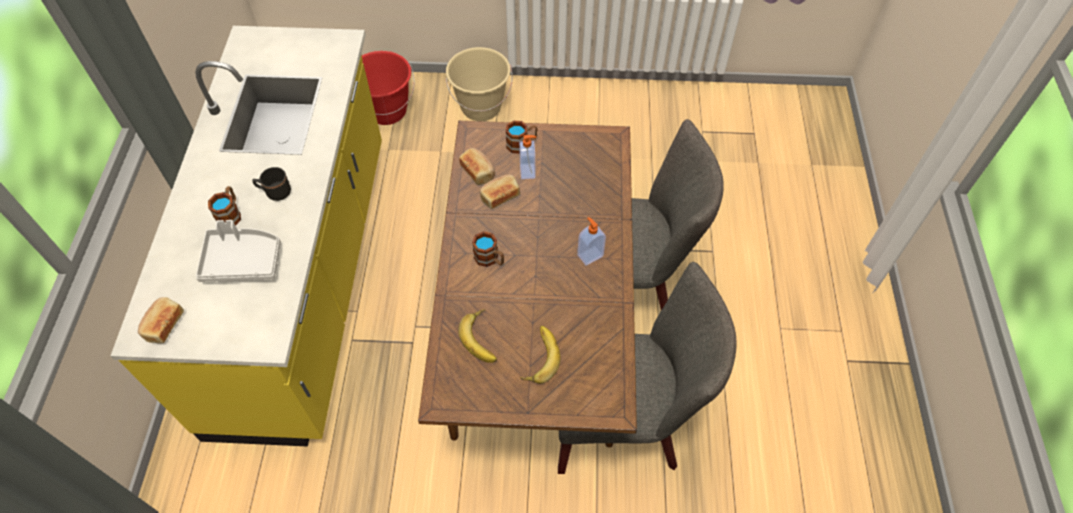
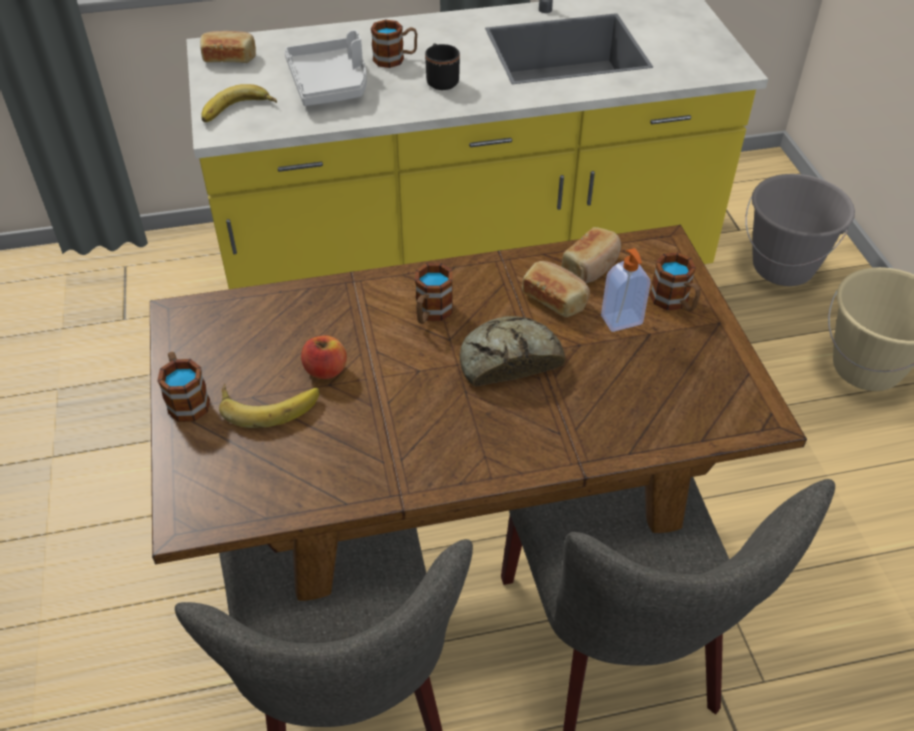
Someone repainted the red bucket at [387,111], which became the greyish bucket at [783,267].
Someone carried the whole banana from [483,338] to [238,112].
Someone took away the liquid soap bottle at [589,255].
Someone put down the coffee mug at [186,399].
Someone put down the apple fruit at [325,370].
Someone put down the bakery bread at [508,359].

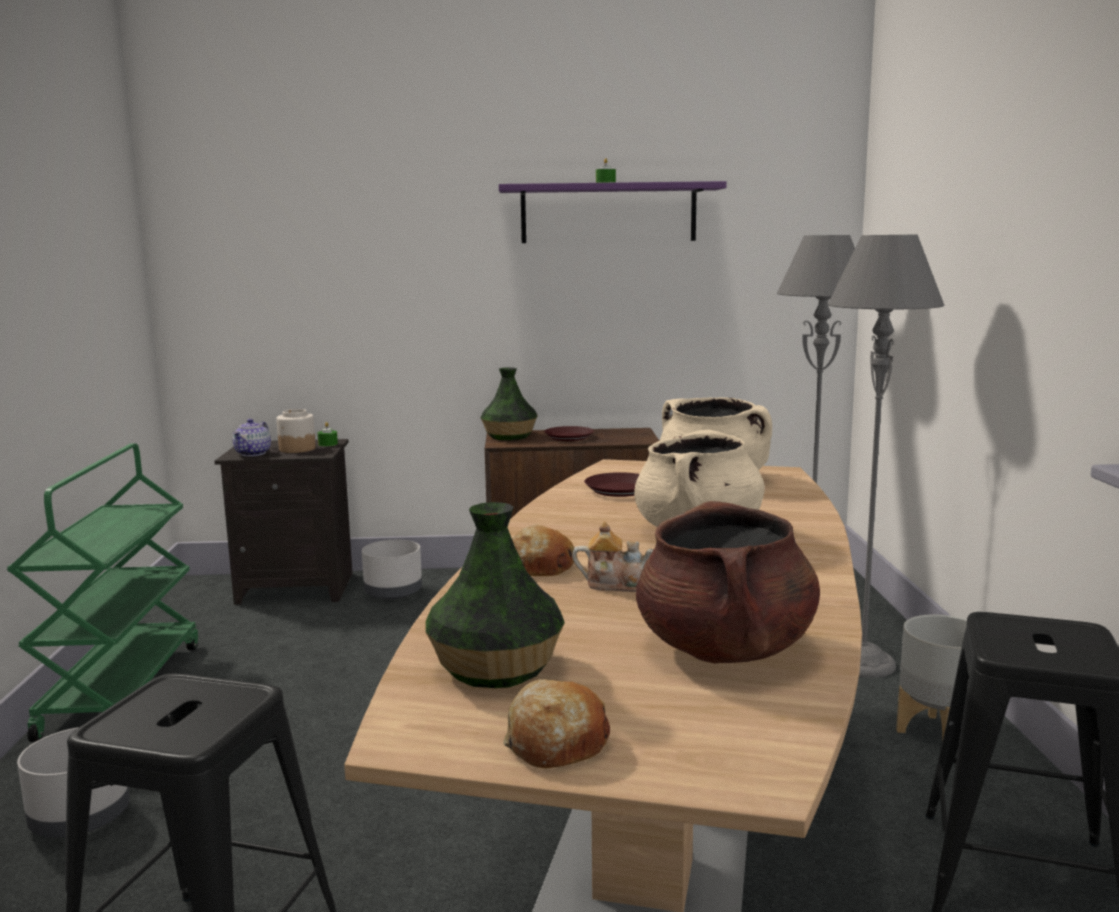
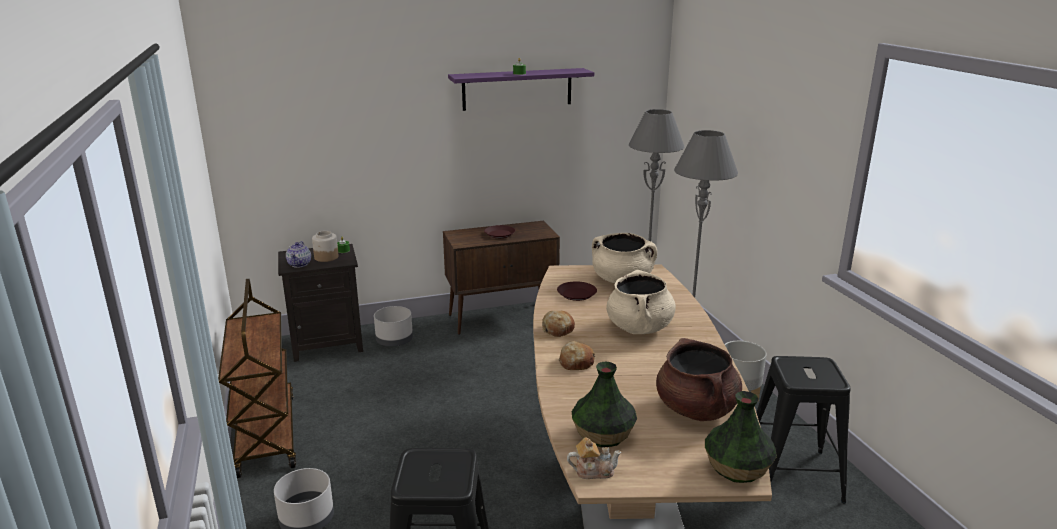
Someone repainted the greenish trolley at [121,689], which became the brown-coloured trolley at [265,433].
Someone carried the flower vase from [509,436] to [737,468].
Someone carried the bakery bread from [556,742] to [558,329].
Someone carried the teapot from [615,584] to [593,471].

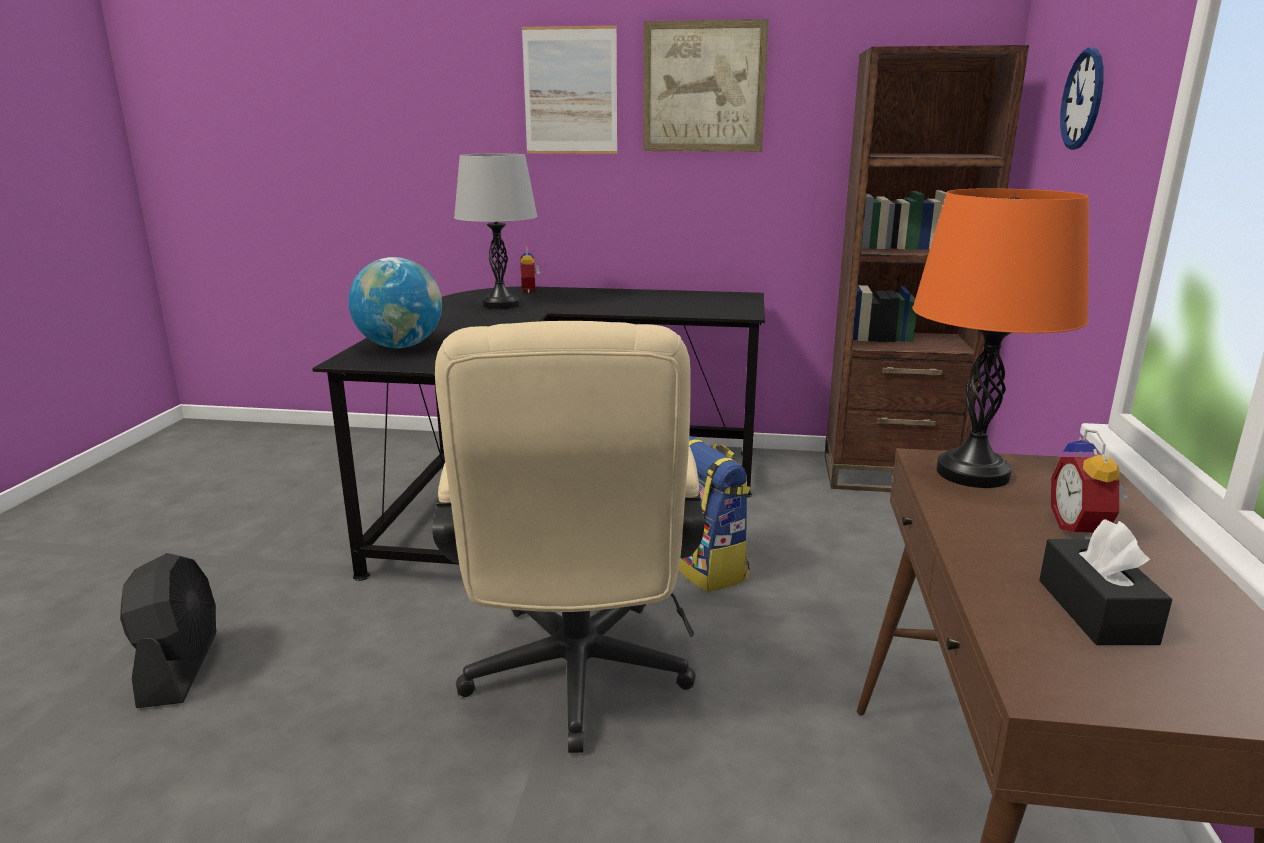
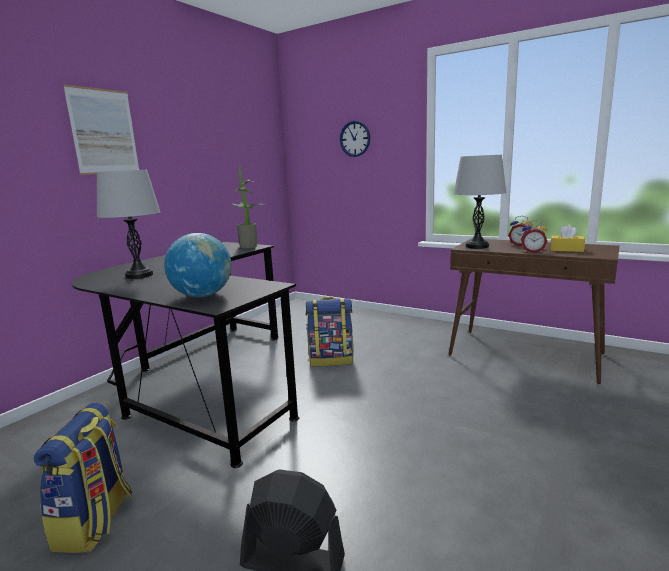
Someone took away the beige desk chair at [575,683].
Someone carried the alarm clock from [531,291] to [532,251].
Someone took away the wall picture at [704,87].
Someone took away the brown-coloured shelving unit at [889,475].
Someone repainted the orange lamp for a table at [972,473], which became the greyish lamp for a table at [477,246].
Someone repainted the black-coloured tissue box at [1095,611], which became the yellow tissue box at [566,249].
Someone put down the knapsack at [95,522].
Someone put down the potted plant at [251,246].

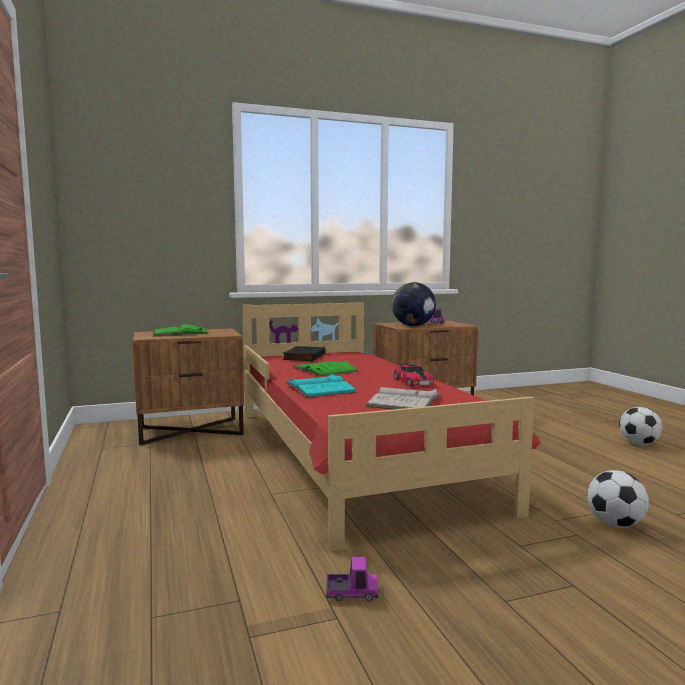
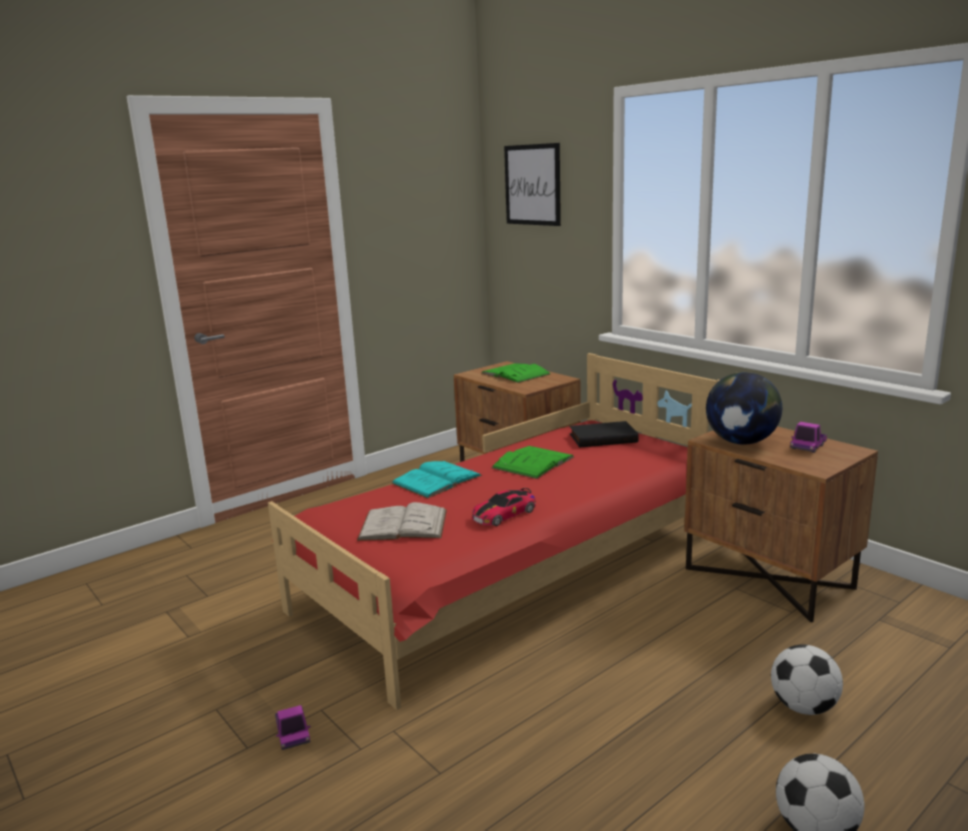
Someone carried the toy truck from [351,593] to [293,733].
Someone carried the ball for football from [615,524] to [803,707].
Someone put up the wall picture at [532,185].

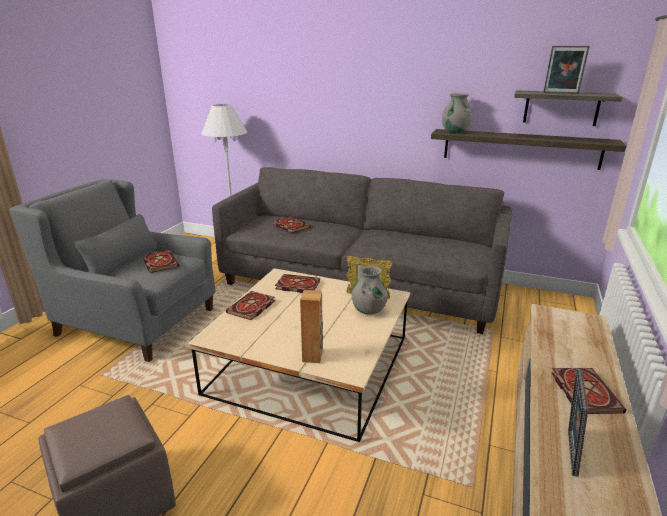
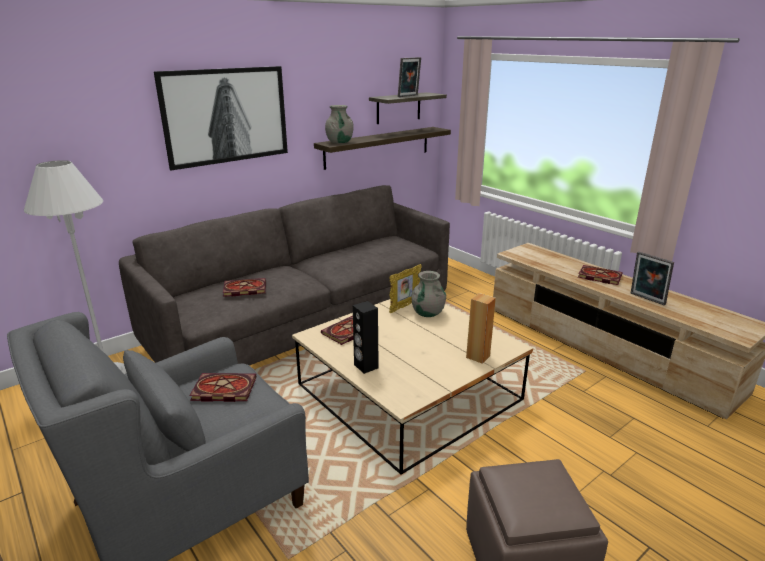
Someone swapped the book at [251,308] for the black-coloured loudspeaker at [365,366].
Someone put up the wall picture at [226,116].

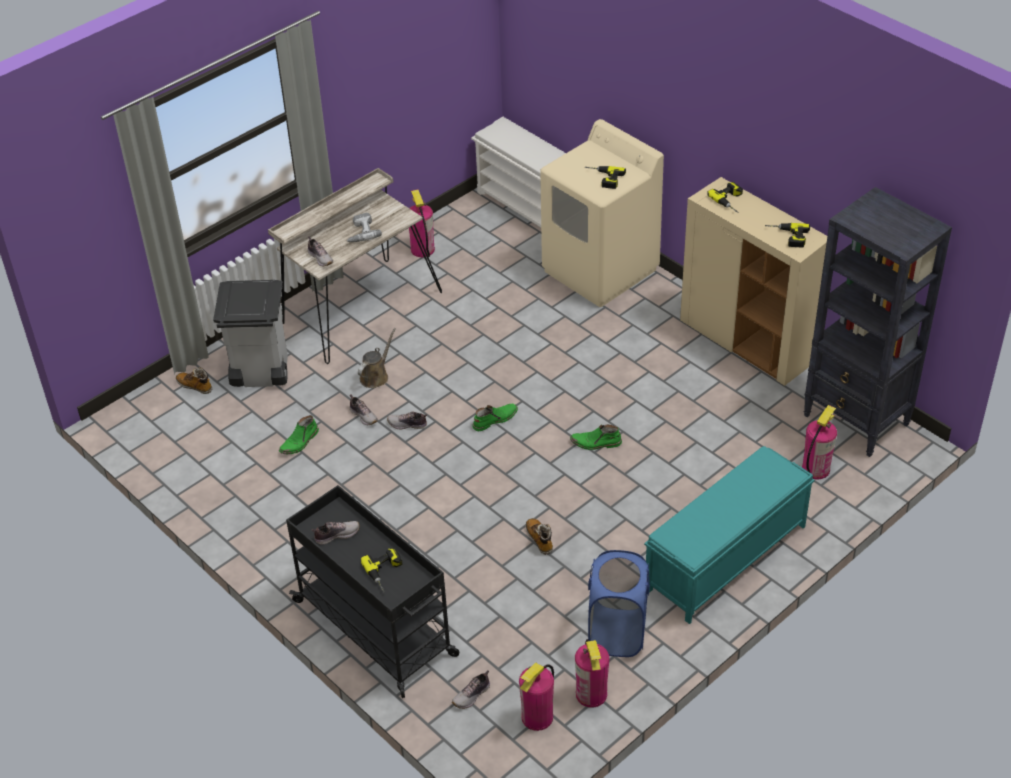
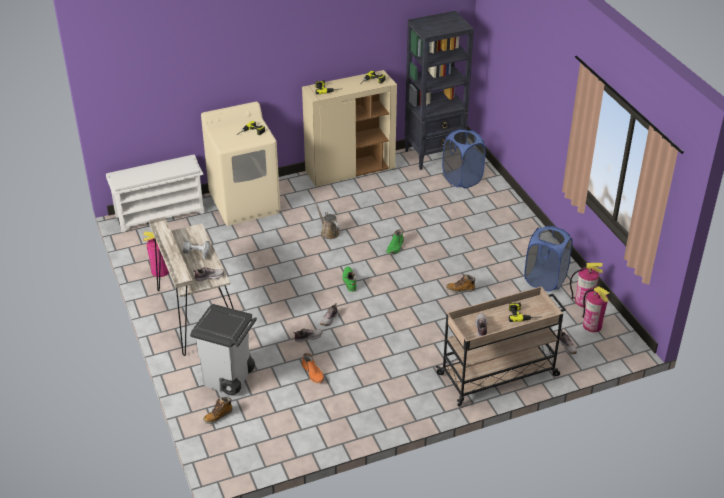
Someone repainted the greenish tall boot at [299,442], which became the orange tall boot at [313,373].
Someone repainted the black-coloured trolley at [376,629], which became the beige trolley at [499,374].
Someone carried the brown-coloured watering pot from [376,376] to [328,232].
Someone took away the turquoise-coloured bench at [725,558].
Someone swapped the extinguisher at [815,469] for the bluish laundry basket at [462,179].

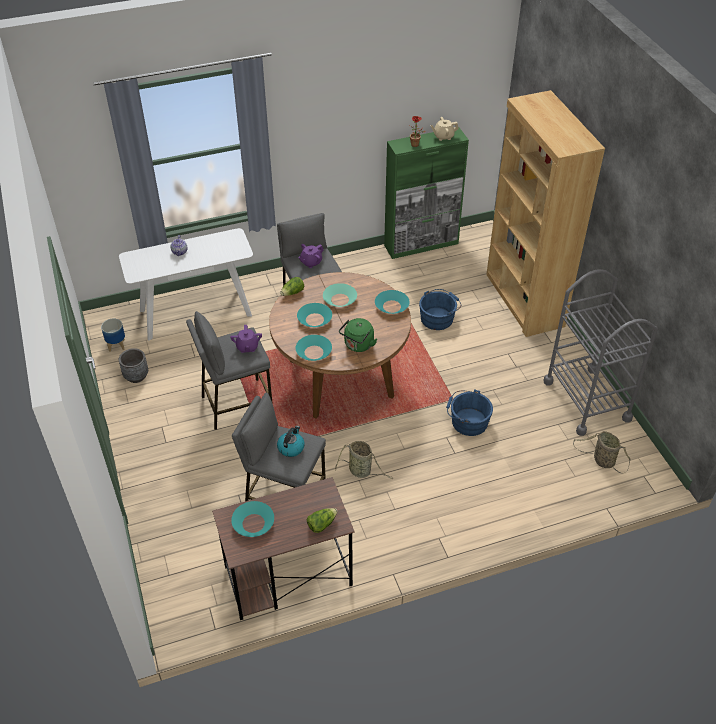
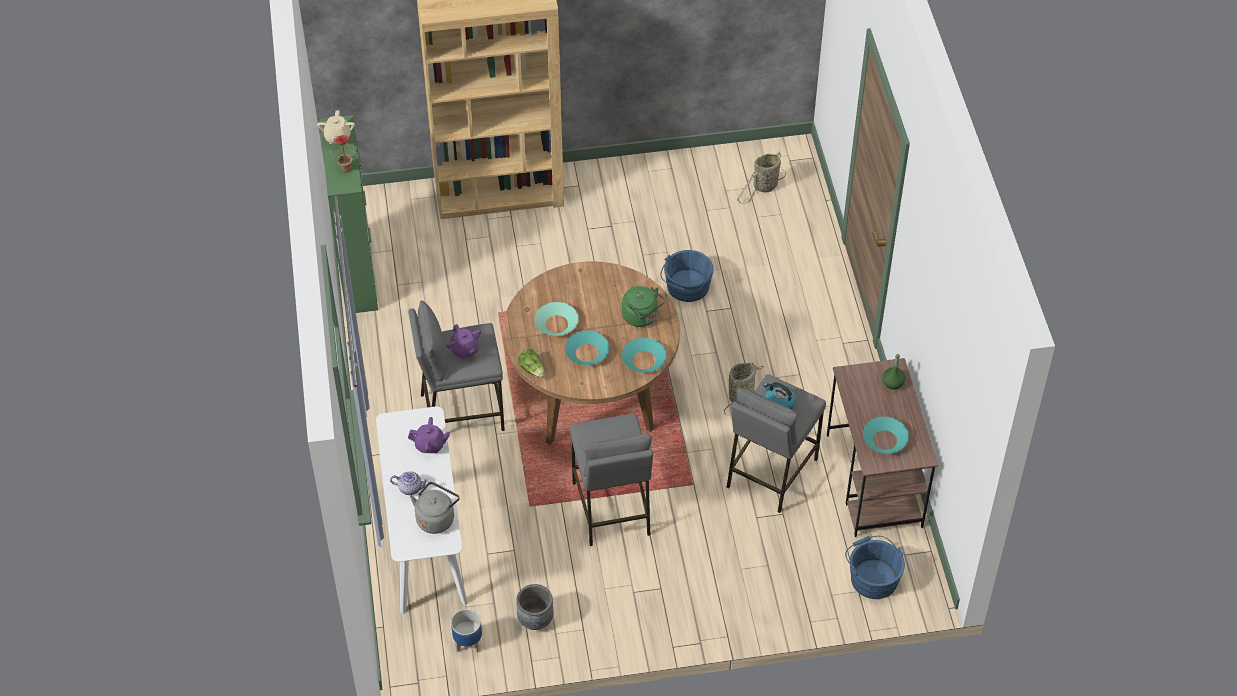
Someone carried the purple-coloured teapot from [247,347] to [430,445].
Someone swapped the head of lettuce at [321,524] for the greenish drink bottle at [893,383].
Someone took away the turquoise-coloured serving bowl at [391,306].
Someone carried the bluish bucket from [438,318] to [872,576].
Someone took away the greyish trolley at [586,400].
Someone put down the greyish water kettle at [436,518].

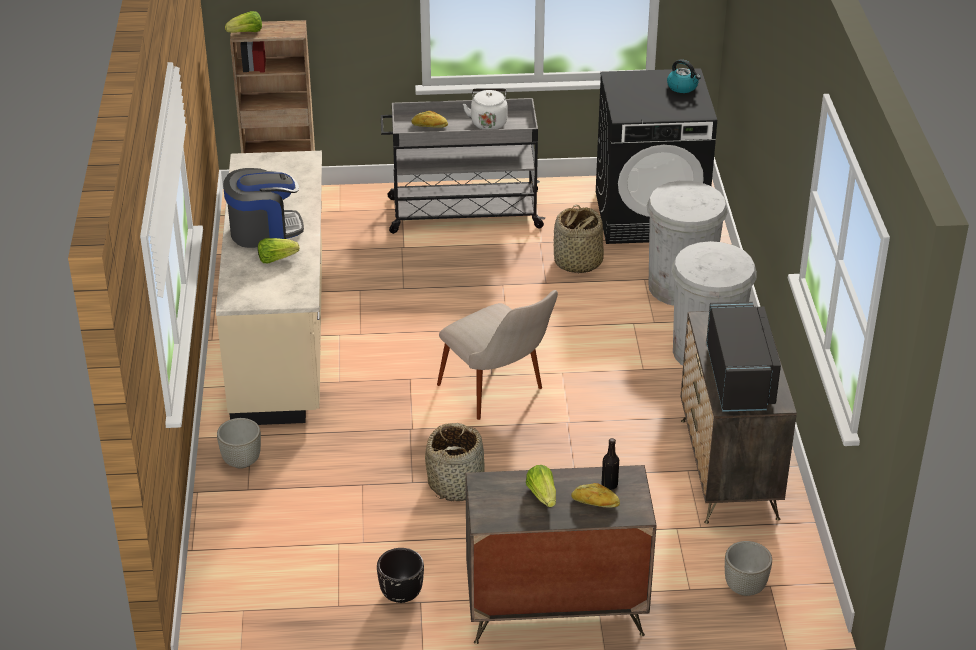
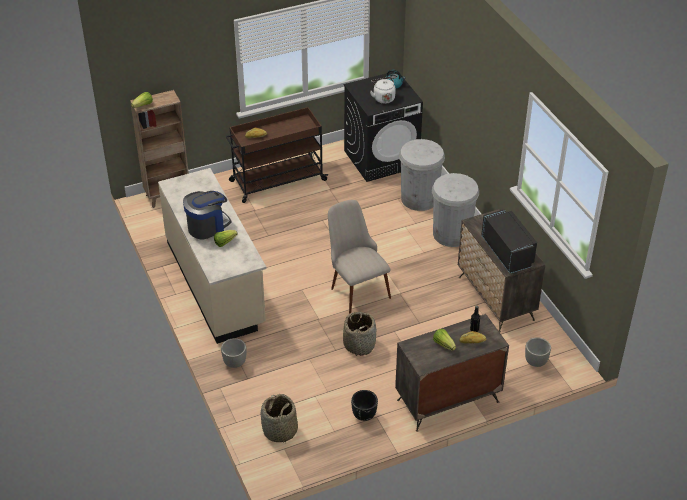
Someone repainted the greyish trolley at [462,213], which became the brown-coloured trolley at [277,181].
Someone rotated the beige chair at [500,395] by 150 degrees counterclockwise.
Someone carried the white-coloured water kettle from [488,122] to [383,98].
Someone carried the storage basket from [577,262] to [280,431].

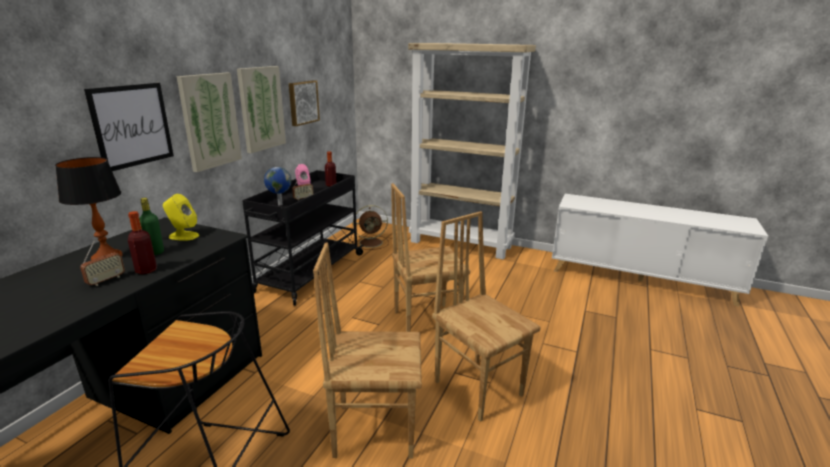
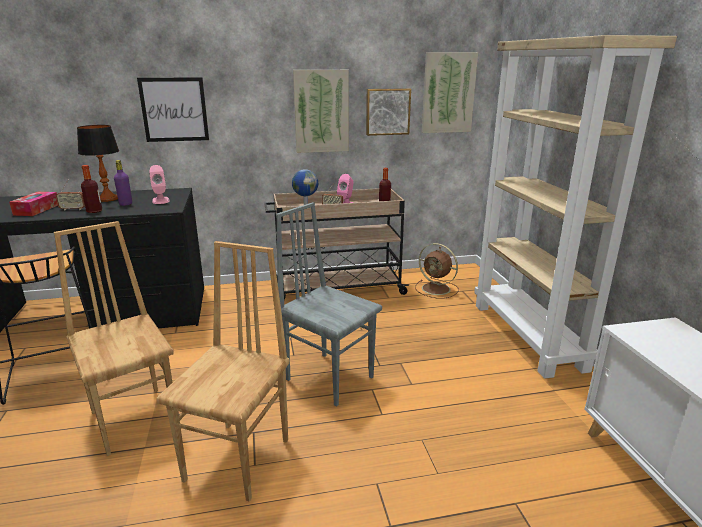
Someone repainted the greenish drink bottle at [155,252], which became the purple-coloured drink bottle at [126,204].
Someone repainted the yellow loudspeaker at [183,236], which became the pink-coloured loudspeaker at [160,200].
Someone carried the wall picture from [210,121] to [448,93].
Someone repainted the black-coloured trolley at [309,273], which became the beige trolley at [336,288].
Someone repainted the brown-coloured chair at [425,320], which became the greyish chair at [330,377].
Someone put down the tissue box at [37,210].

